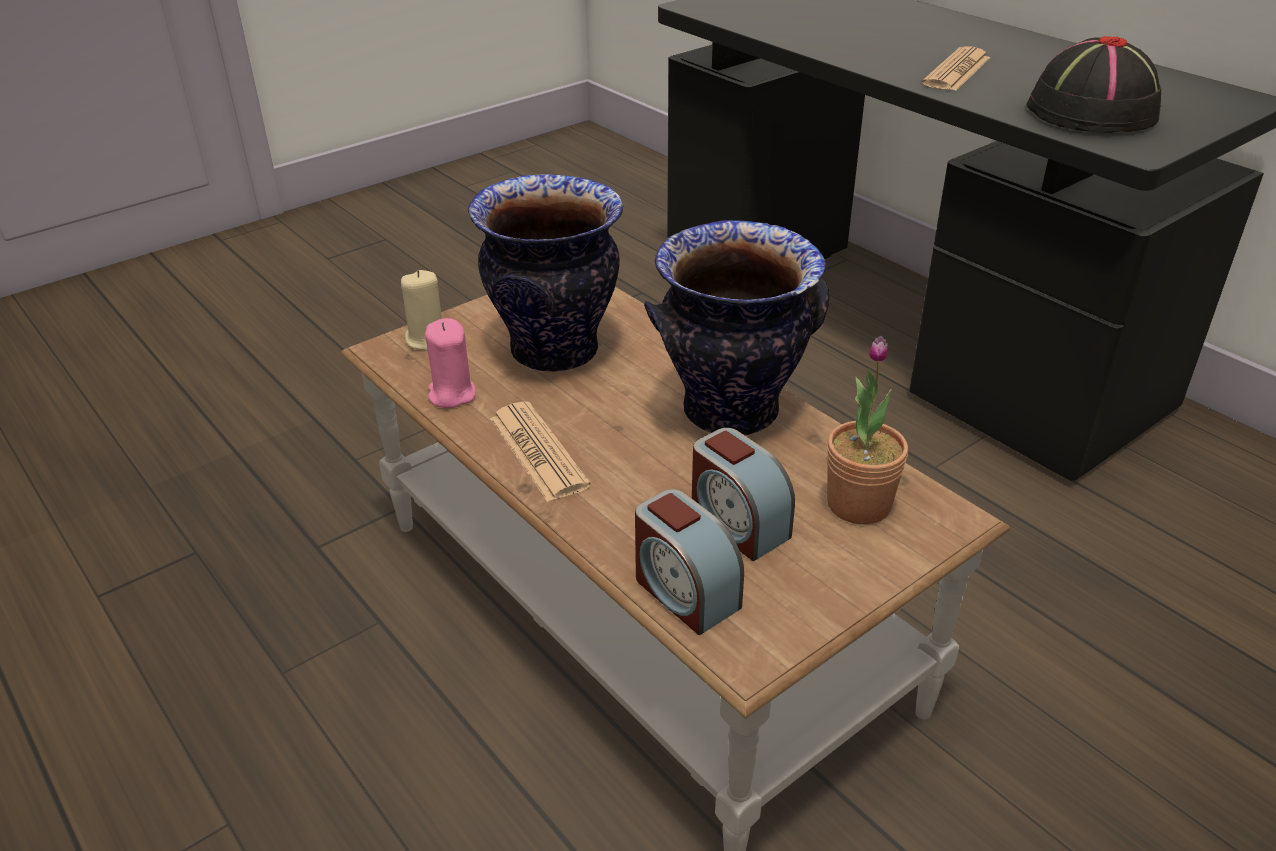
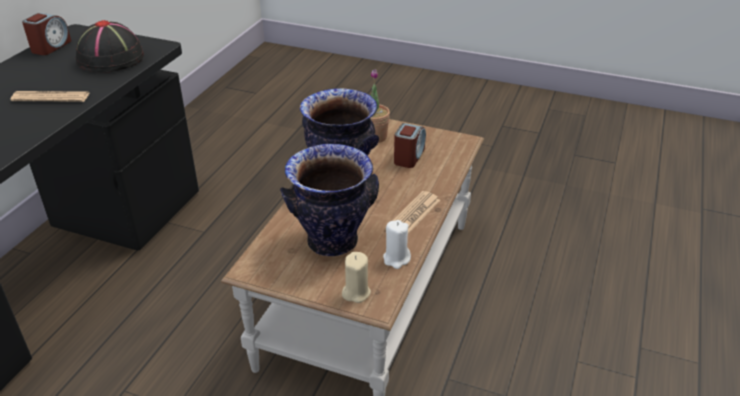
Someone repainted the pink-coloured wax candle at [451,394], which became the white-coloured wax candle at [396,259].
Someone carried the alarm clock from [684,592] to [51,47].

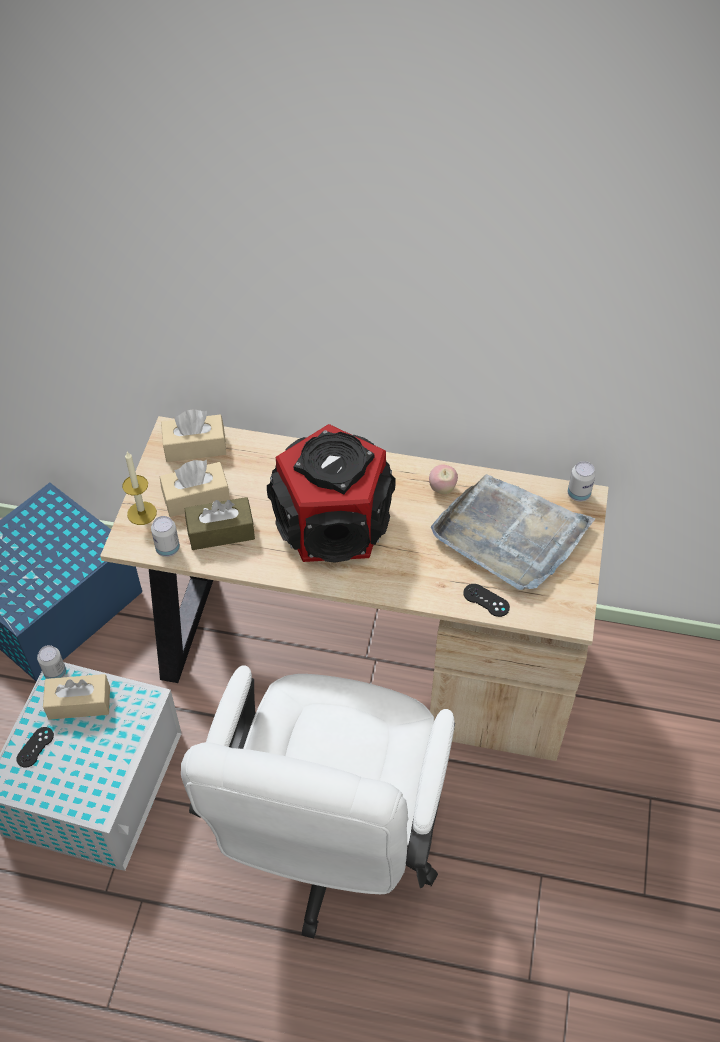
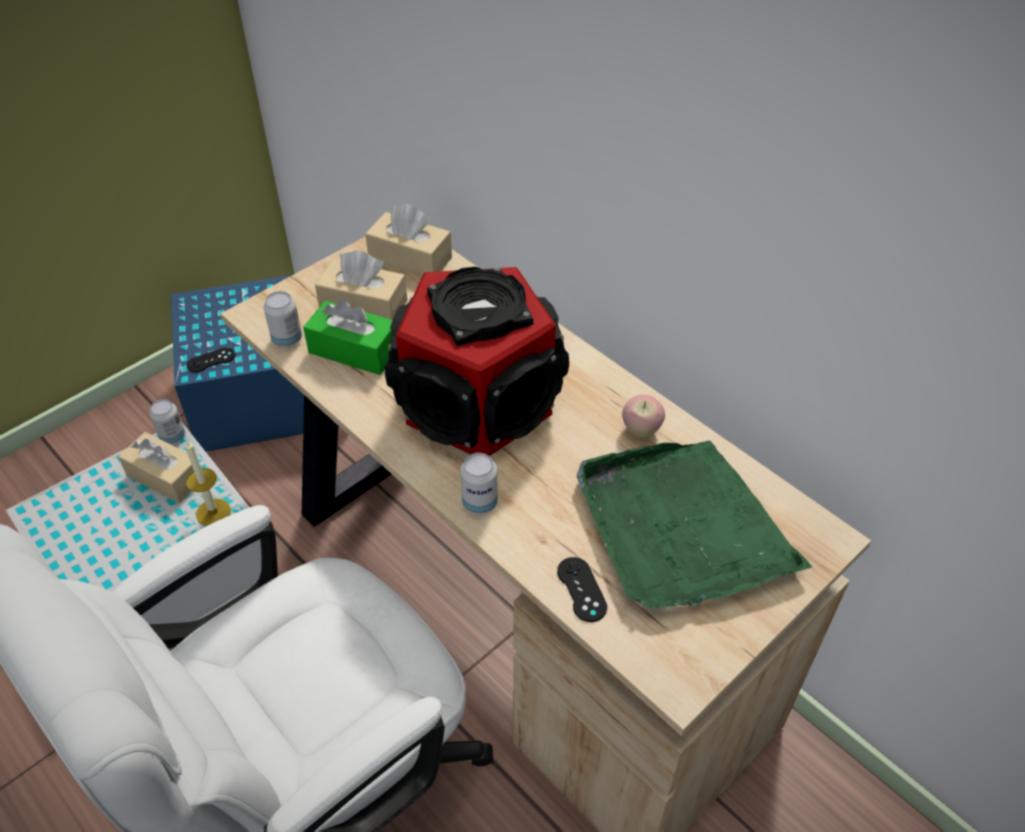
Someone carried the black-coloured game controller from [35,747] to [211,360].
Someone carried the wax candle from [142,513] to [213,512].
Someone repainted the brown-coloured tissue box at [221,532], which became the greenish tissue box at [354,350].
Someone repainted the greyish serving tray at [510,535], which became the greenish serving tray at [681,528].
Someone carried the metal can from [578,494] to [480,503].

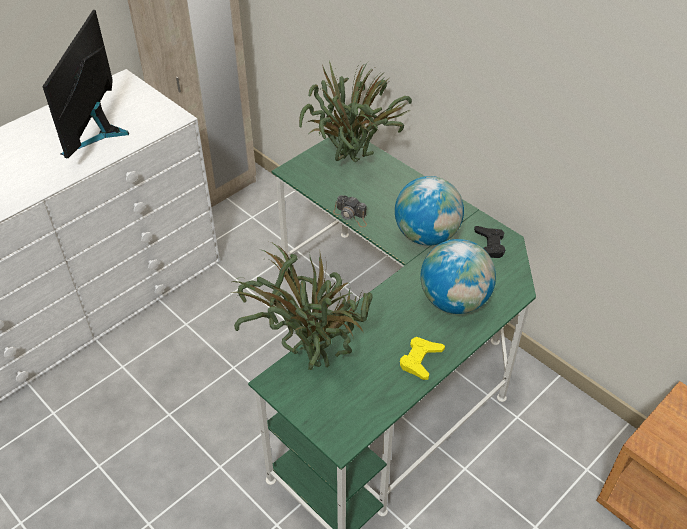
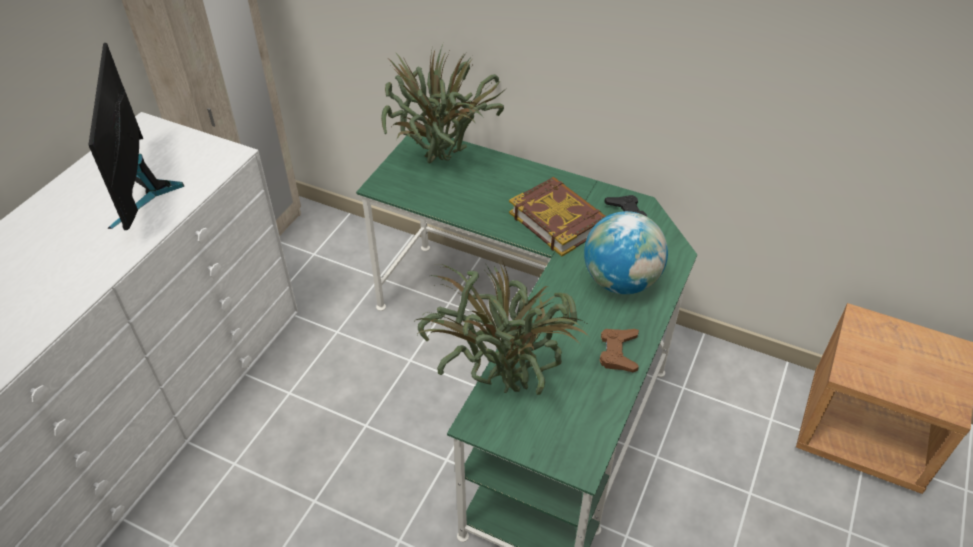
Someone took away the photo camera at [351,216].
Someone swapped the world globe at [426,235] for the book at [558,220].
Someone repainted the yellow game controller at [420,360], which became the brown-coloured game controller at [618,352].

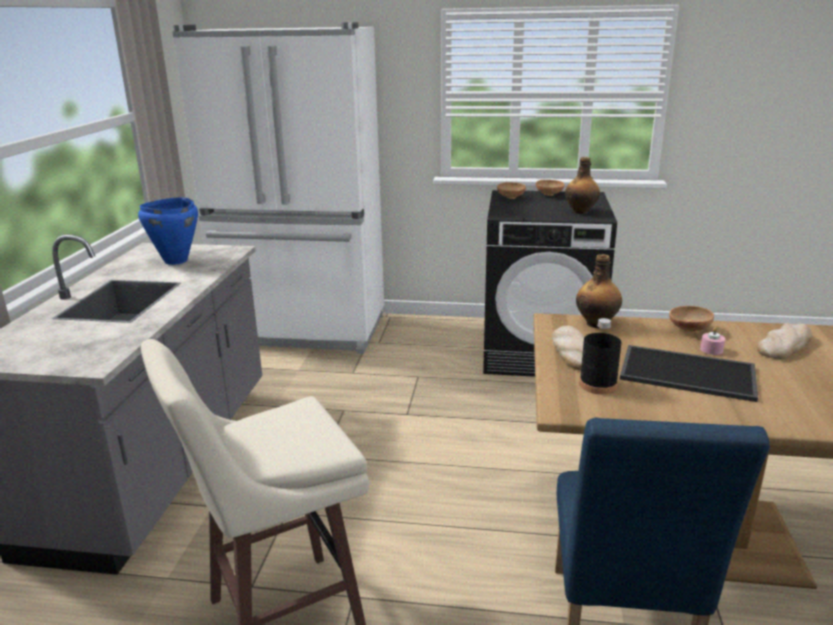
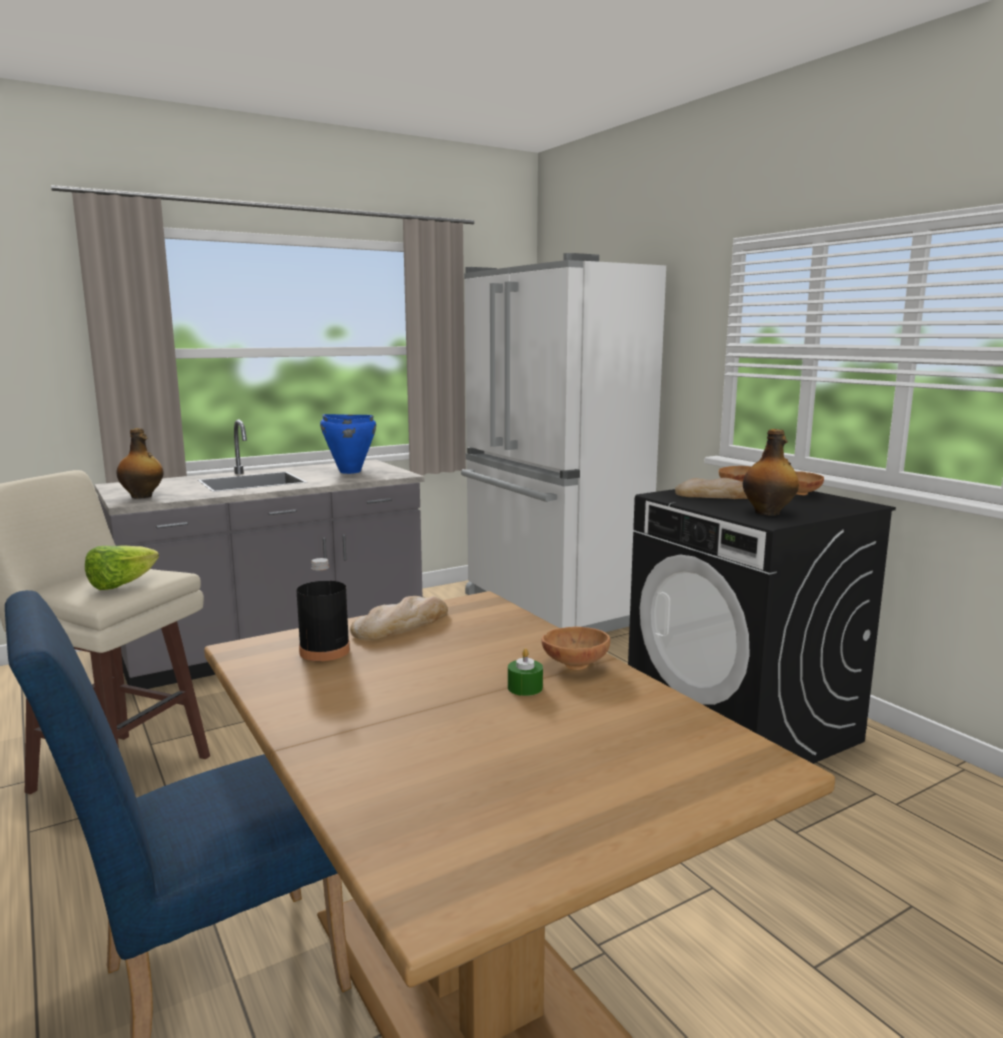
Someone carried the drink bottle from [597,323] to [142,496].
Someone took away the serving tray at [689,372].
Someone repainted the pink-coloured wax candle at [711,350], which became the greenish wax candle at [525,688].
Someone carried the bakery bread from [784,345] to [716,495].
Someone put down the head of lettuce at [122,585].

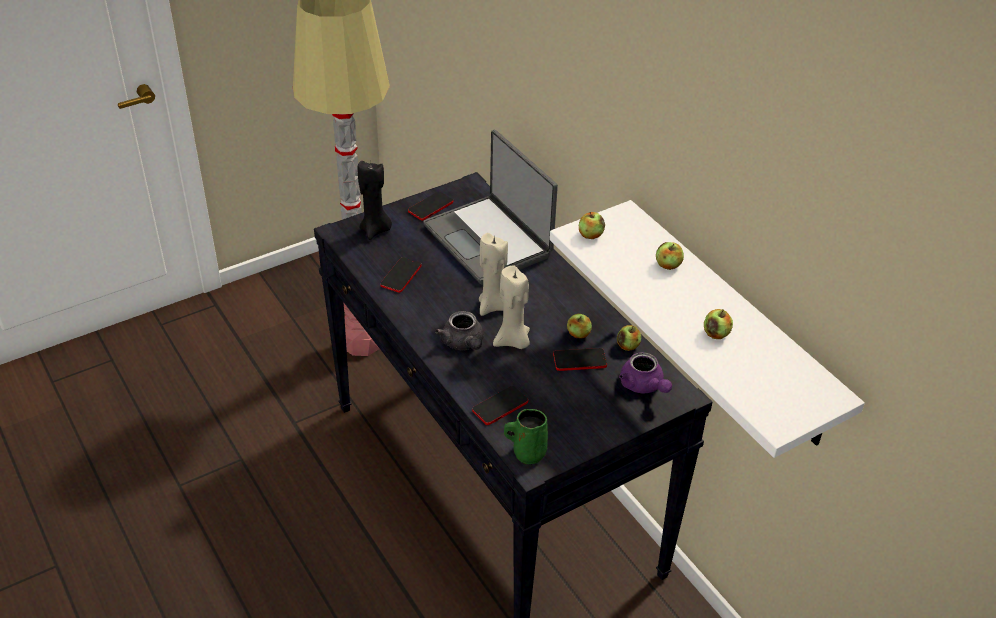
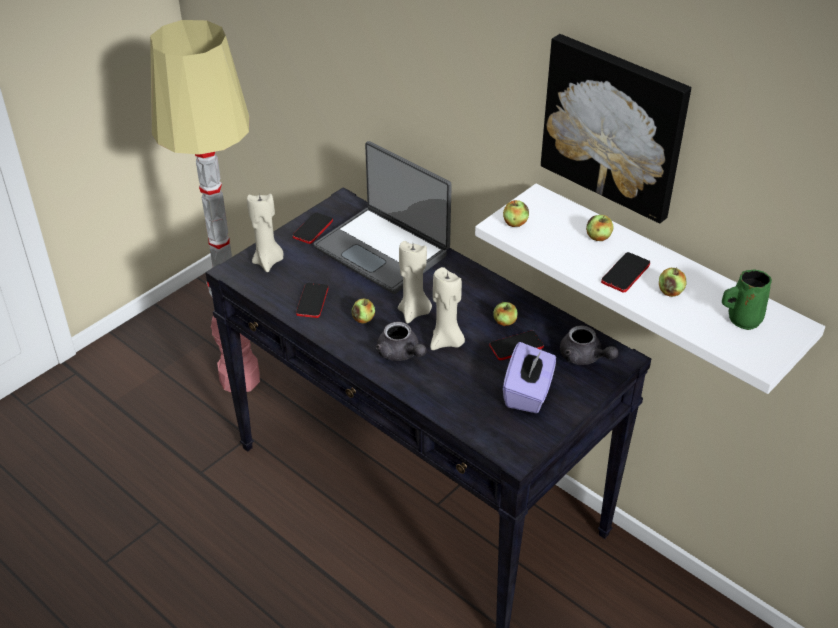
Someone repainted the black-coloured wax candle at [375,230], which became the beige wax candle at [268,262].
Someone carried the handset from [500,406] to [625,273].
Someone carried the greenish coffee mug from [527,452] to [742,319].
Someone carried the apple fruit from [628,346] to [363,319].
Someone repainted the purple-coloured teapot at [643,386], which became the greyish teapot at [584,357].
Someone put down the purple-coloured tissue box at [528,393].
Someone put up the wall picture at [615,126].

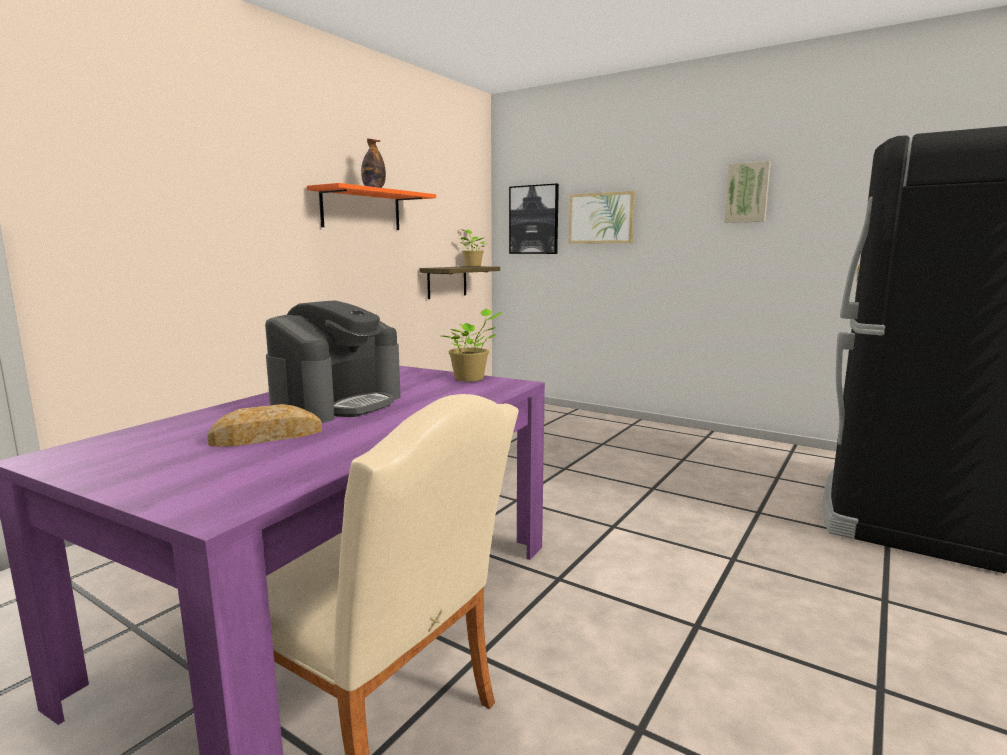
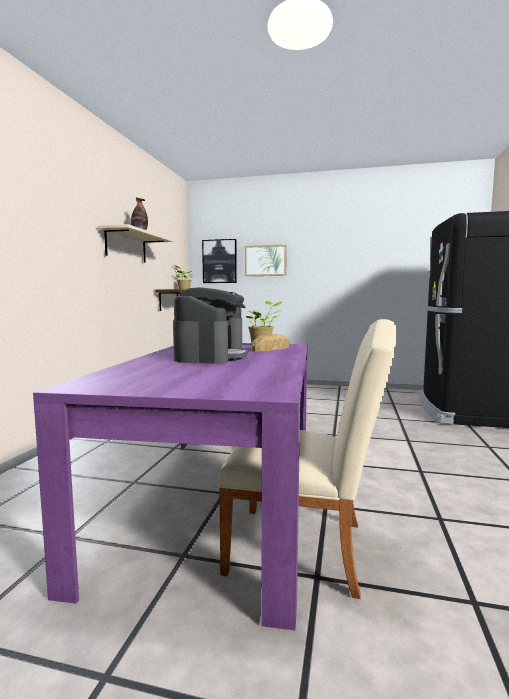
Someone carried the bakery bread from [267,437] to [271,348].
Someone repainted the orange bracket shelf at [361,210], which became the beige bracket shelf at [126,246].
Someone took away the wall picture at [747,193].

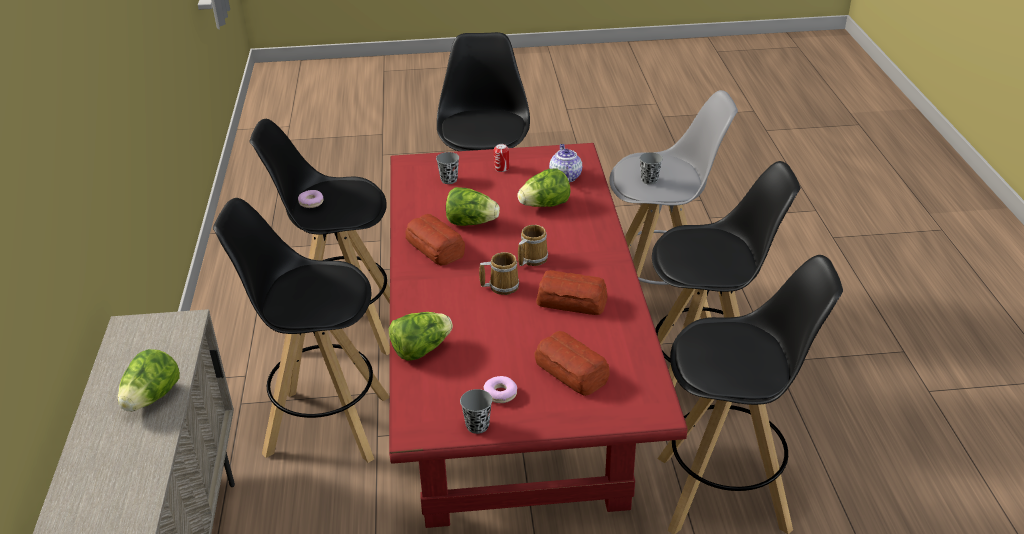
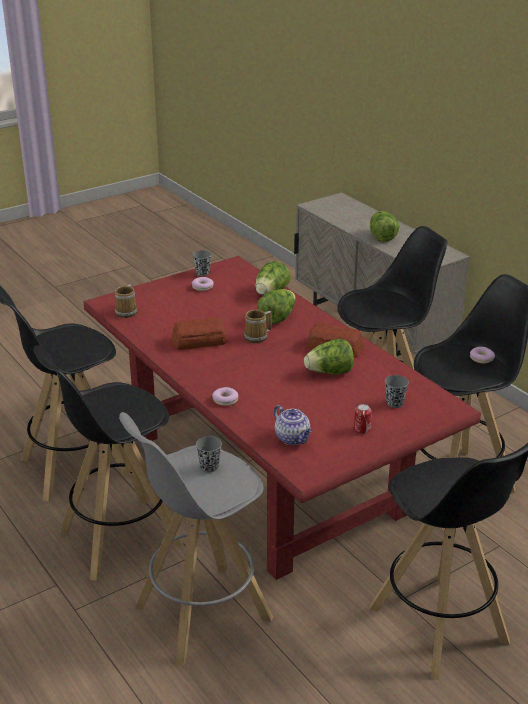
Someone carried the head of lettuce from [544,205] to [277,317].
Someone carried the coffee mug from [531,258] to [127,312].
Someone took away the bakery bread at [571,372].
Someone put down the donut at [225,400].

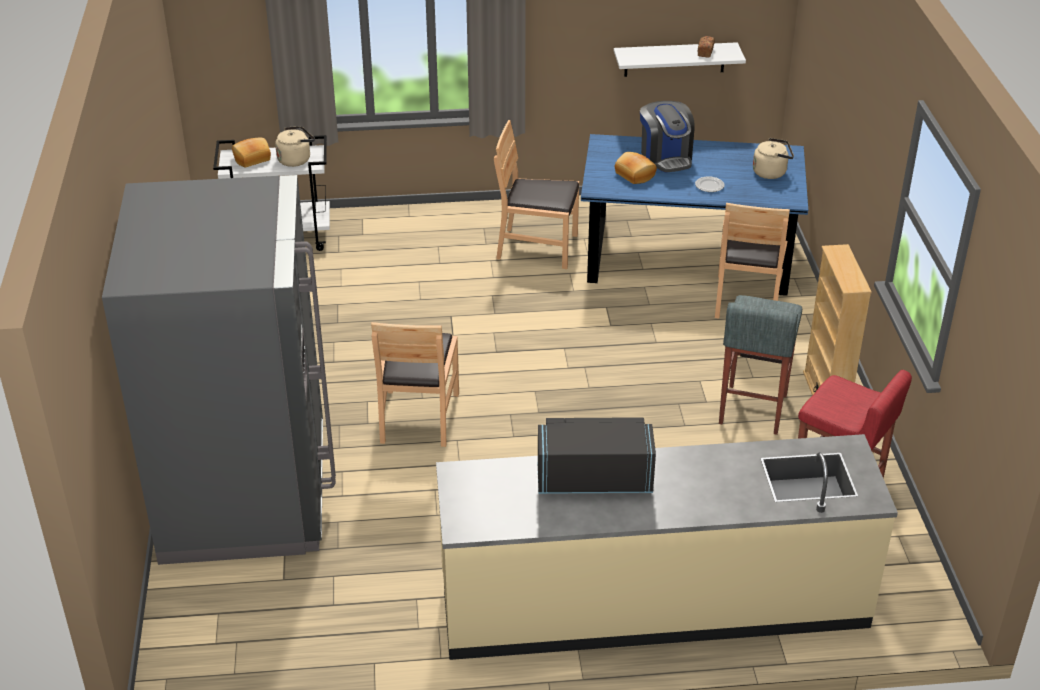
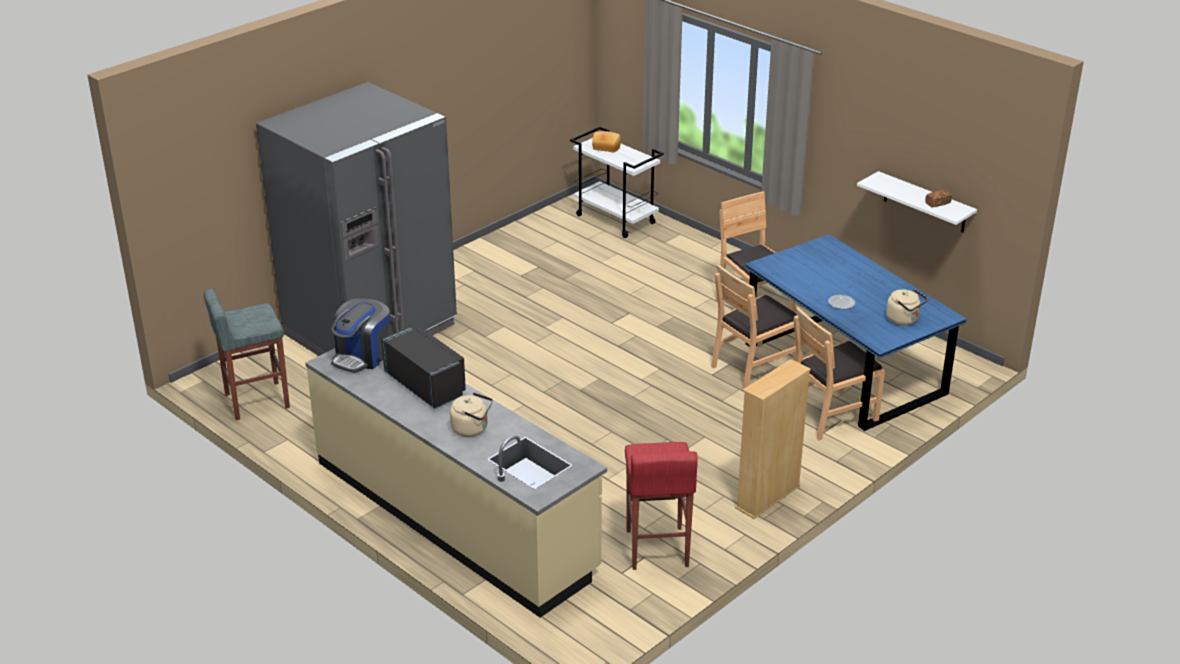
Someone carried the beige water kettle from [296,159] to [472,429].
Someone carried the brown-coloured chair from [418,417] to [754,367].
Someone took away the bakery bread at [634,175].
Someone carried the coffee machine from [666,157] to [362,356].
Someone carried the greyish sitting stool from [751,409] to [255,400].

